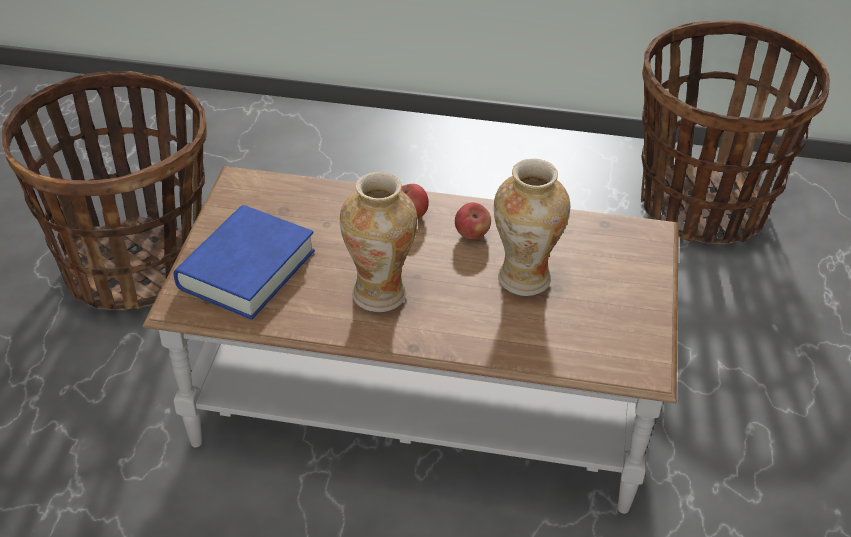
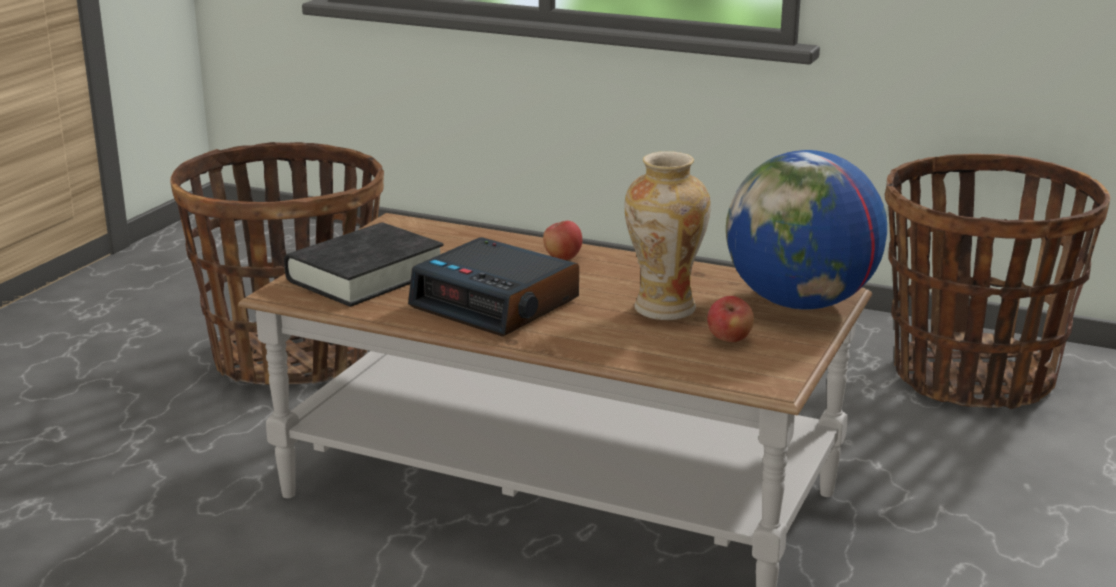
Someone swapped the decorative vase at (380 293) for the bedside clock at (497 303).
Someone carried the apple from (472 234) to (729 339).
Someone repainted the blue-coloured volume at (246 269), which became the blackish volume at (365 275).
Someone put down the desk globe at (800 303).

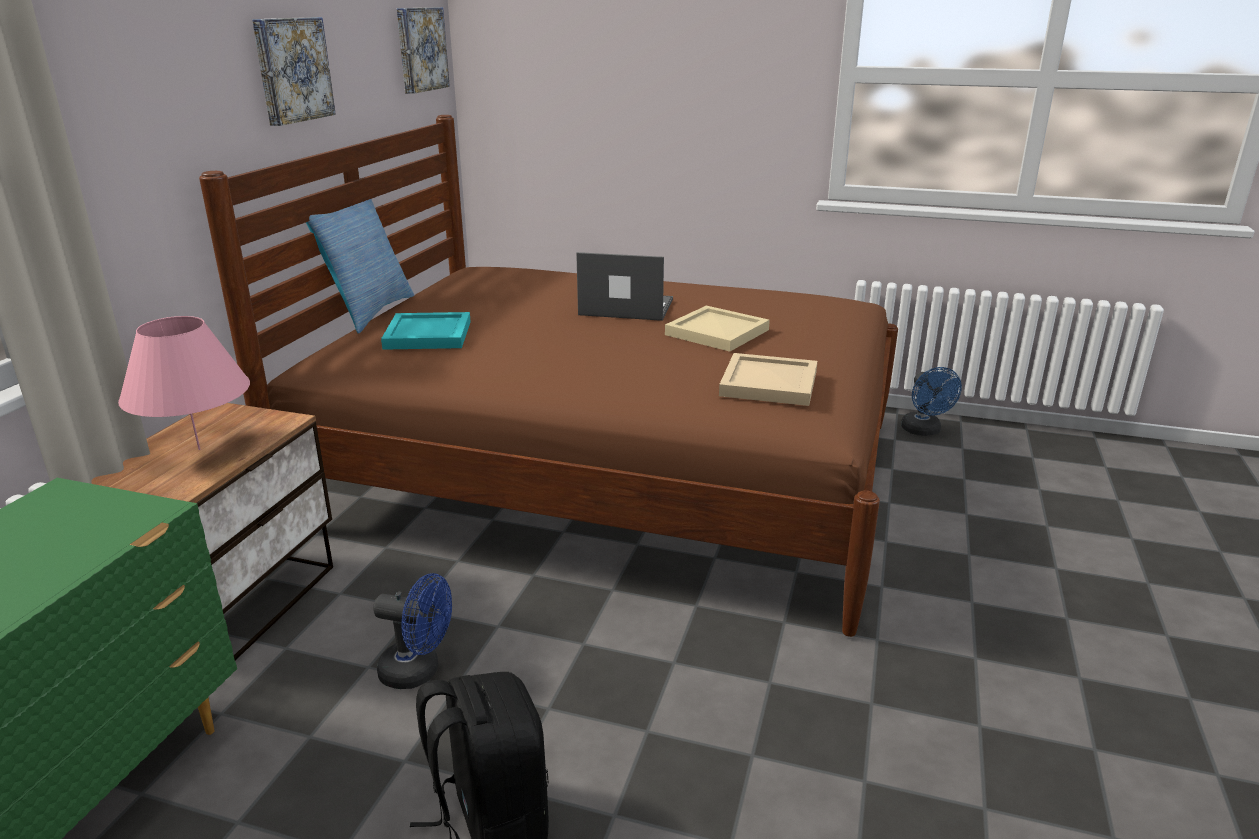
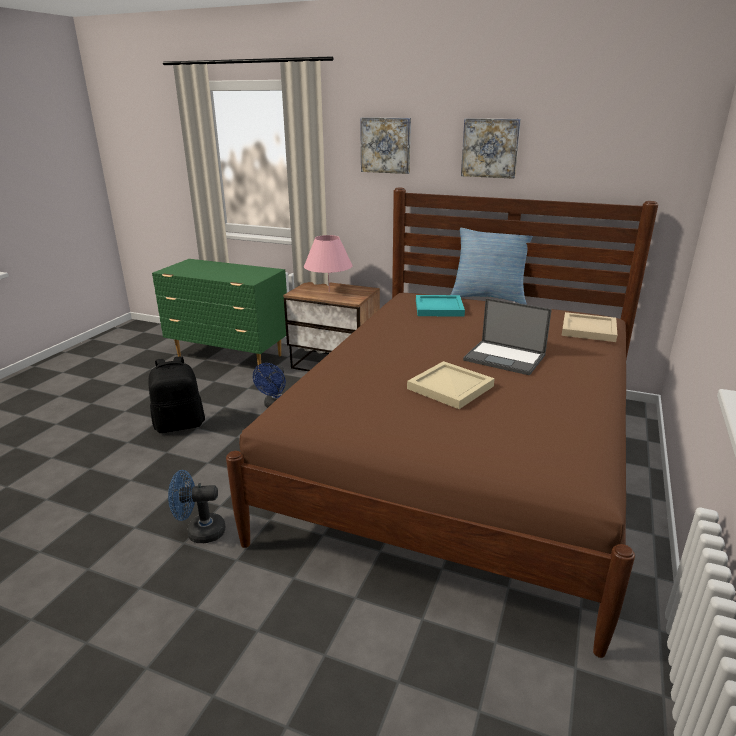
Someone carried the picture from (420 49) to (386 145).
Someone rotated the laptop at (625 307) by 105 degrees clockwise.
Someone carried the sand-coloured serving tray from (767 383) to (589 329).
Someone carried the blue-coloured fan from (924 431) to (200 532).

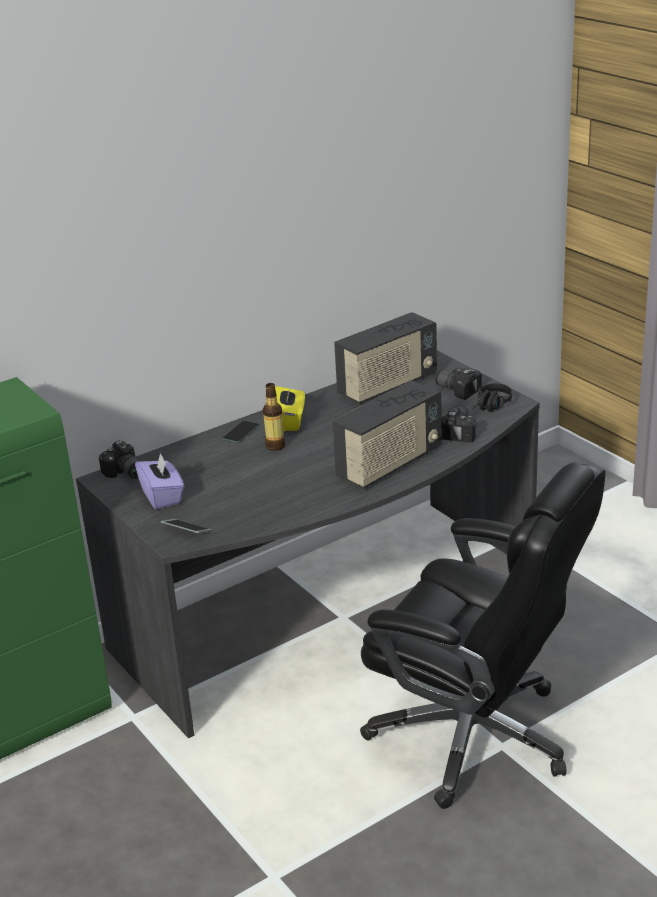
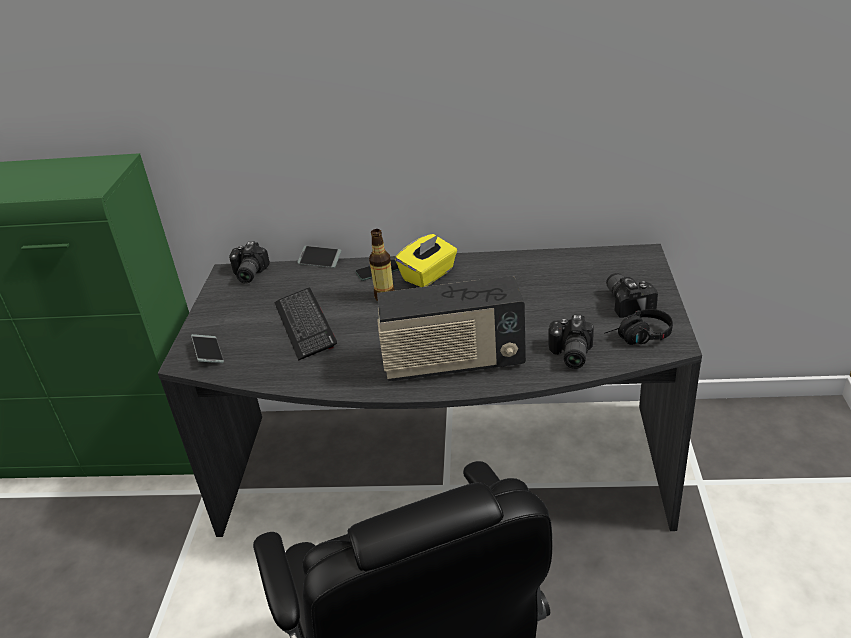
Someone took away the radio at (387 385).
Someone rotated the photo camera at (460 431) by 135 degrees clockwise.
Someone took away the purplish tissue holder at (162 496).
Someone put down the telephone at (320 261).
Someone put down the keyboard at (305 325).

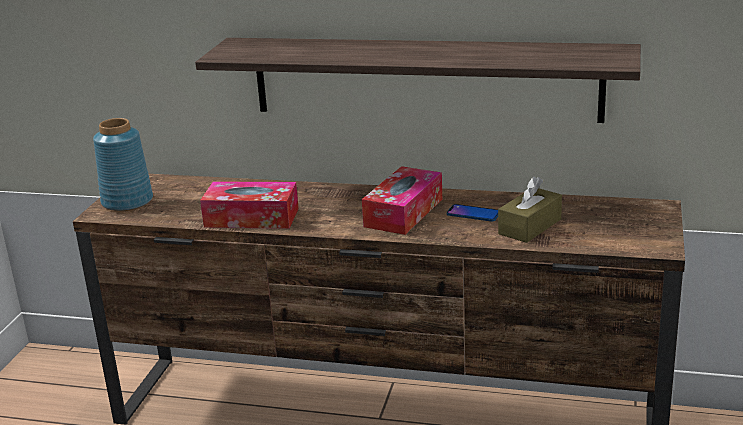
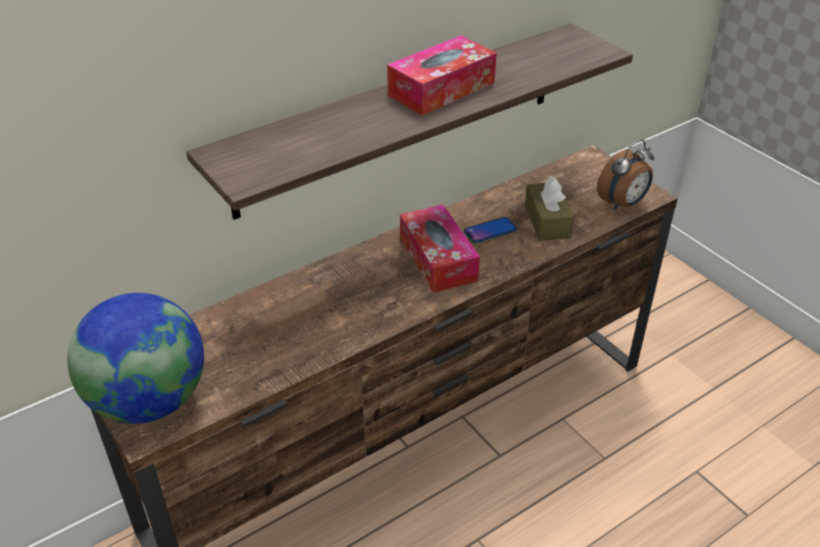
Someone swapped the blue-coloured decorative vase at (126 202) for the desk globe at (149 401).
Someone carried the tissue holder from (251 218) to (441 89).
Someone put down the bedside clock at (623 204).

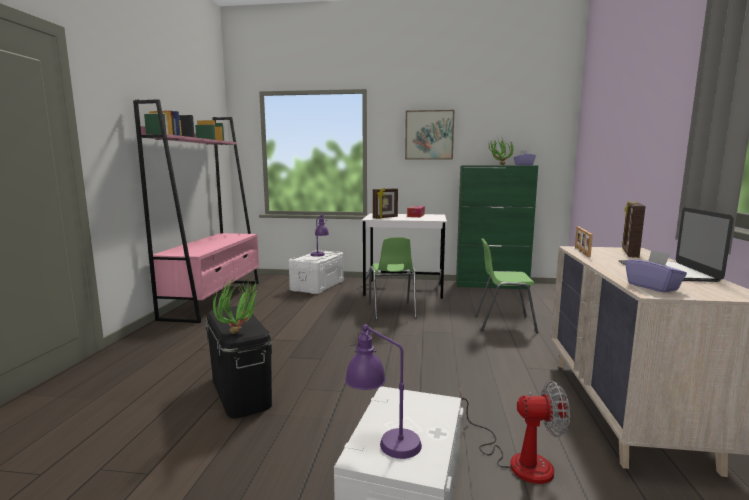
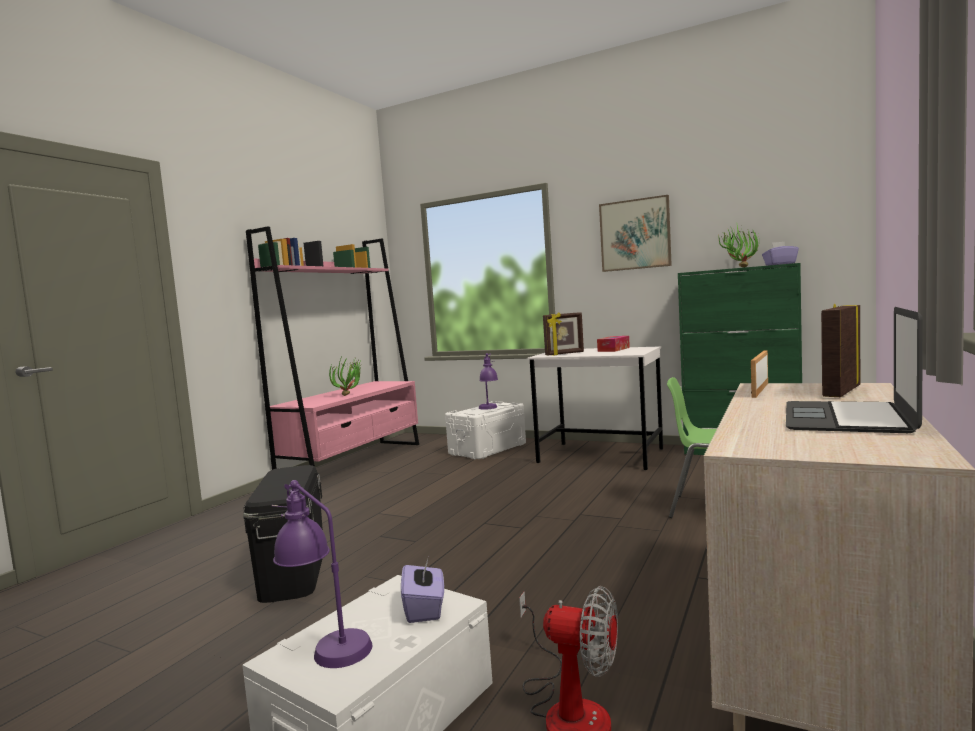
Someone took away the green chair at (392 311).
Someone carried the purplish tissue holder from (653 287) to (425 609).
Someone carried the houseplant from (241 332) to (350 395).

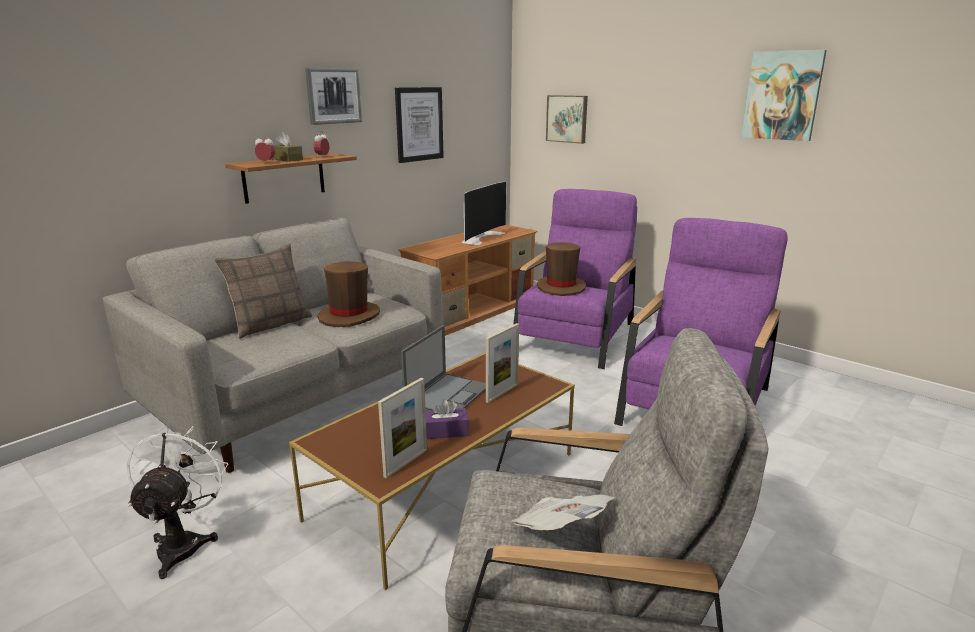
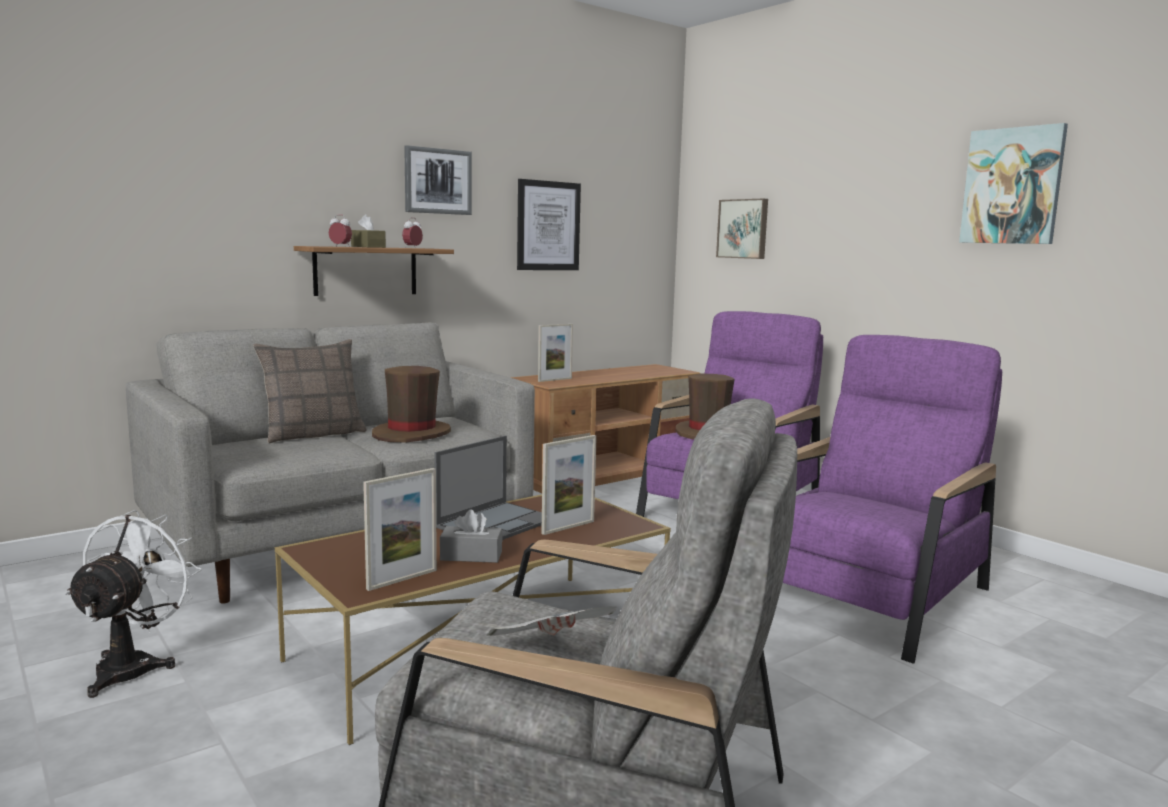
Someone took away the TV at (481 237).
Someone repainted the purplish tissue holder at (445 431), which became the grey tissue holder at (471 556).
Someone put down the photo frame at (555 380).

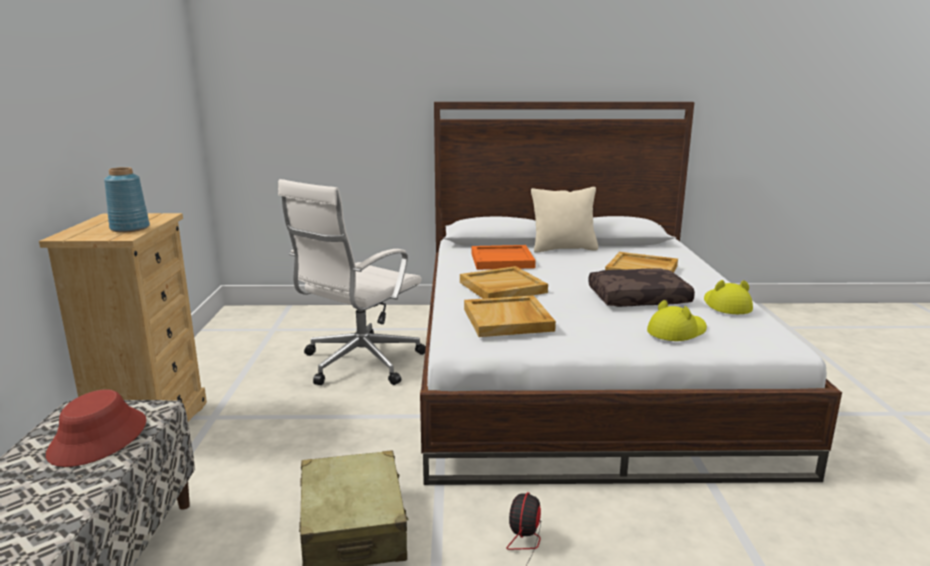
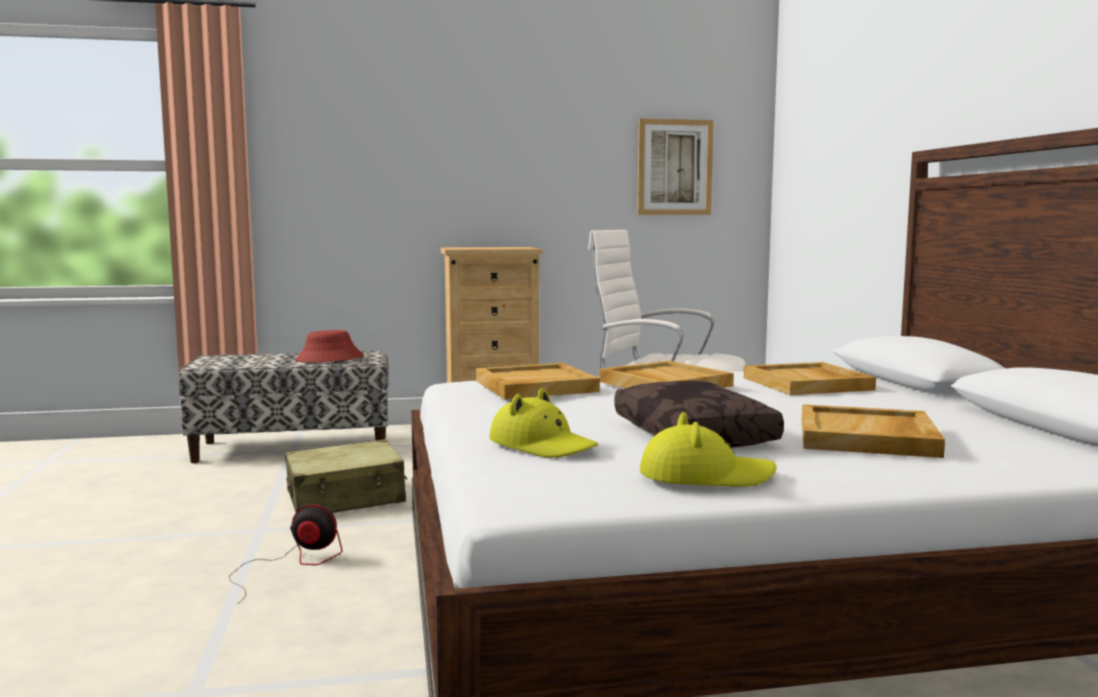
Someone took away the blue-coloured decorative vase at (129 228).
Someone took away the sand-coloured pillow at (563 249).
Someone repainted the orangey serving tray at (502 260), which became the sand-coloured serving tray at (808 384).
Someone put up the picture at (674 167).

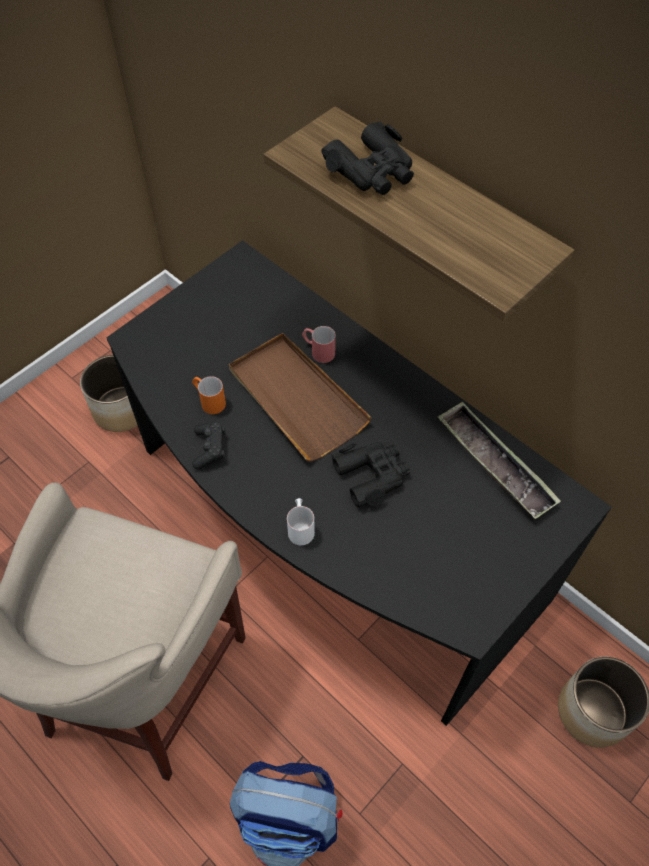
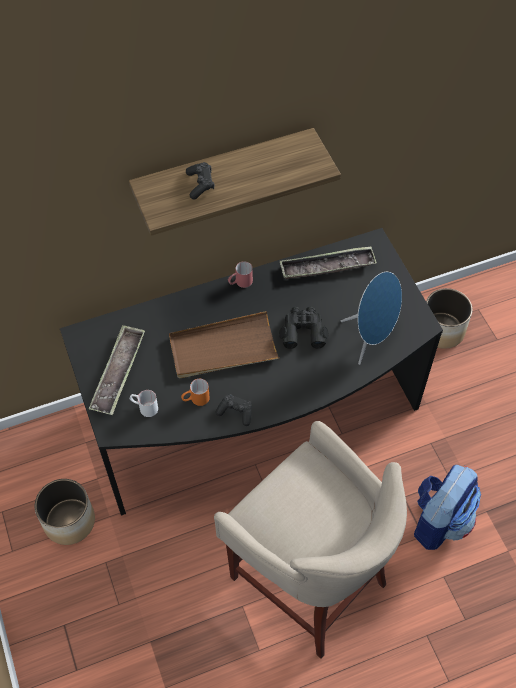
Someone swapped the blackish binoculars at (372 171) for the blackish game controller at (200 185).
Someone carried the red mug from (318 351) to (240 283).
Someone carried the white mug from (300 526) to (144 407).
Someone put down the blue-coloured audio speaker at (370 338).
Someone put down the serving tray at (118 373).

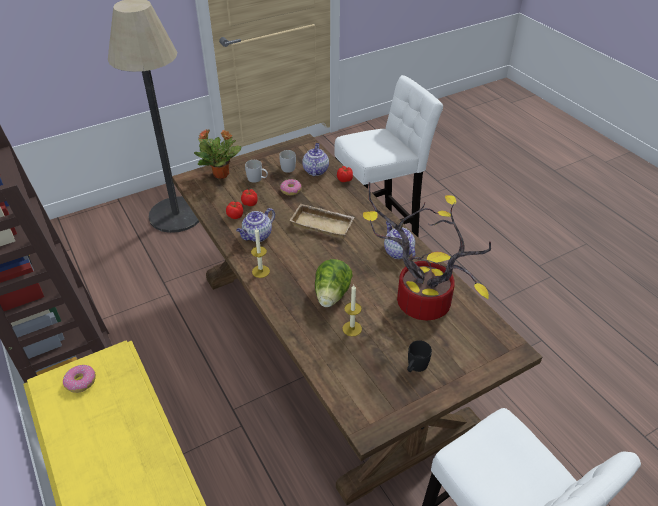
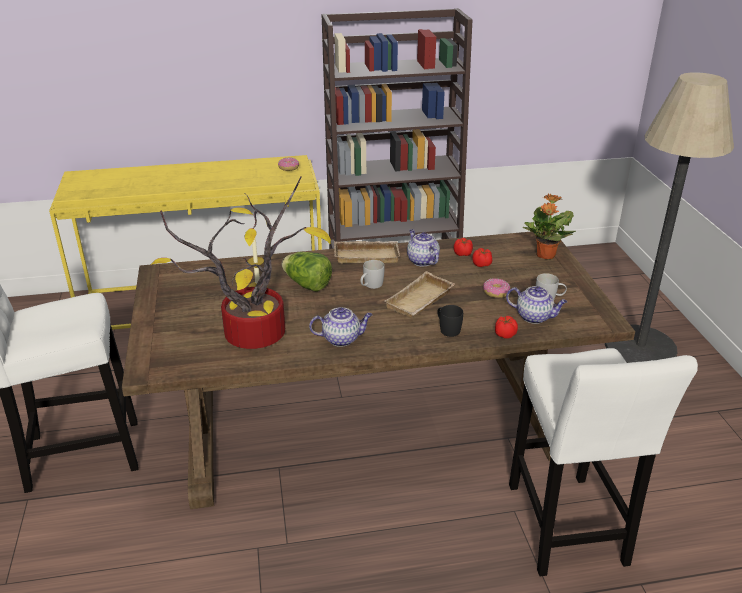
Someone carried the white mug from (257 179) to (371 286).
Someone swapped the candle at (260 271) for the sand-coloured serving tray at (367 255).
Someone carried the blackish mug from (415 367) to (447 329).

